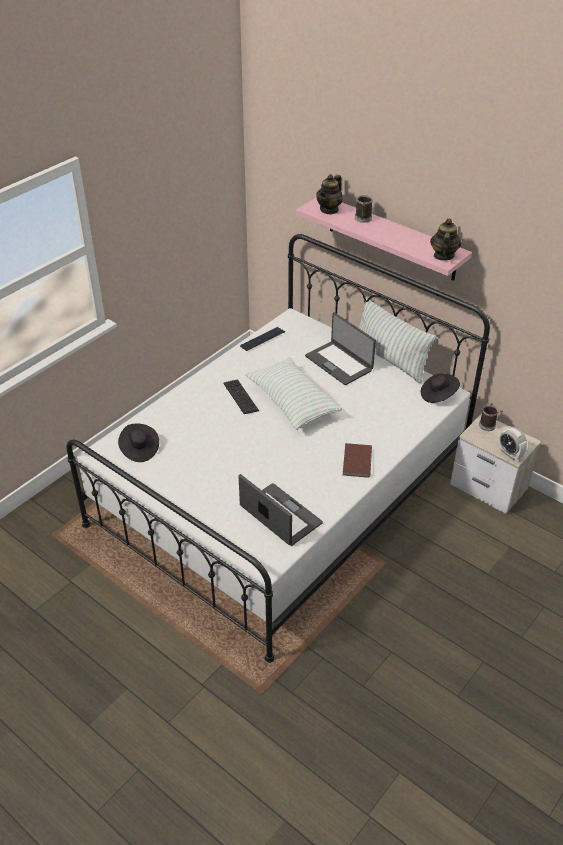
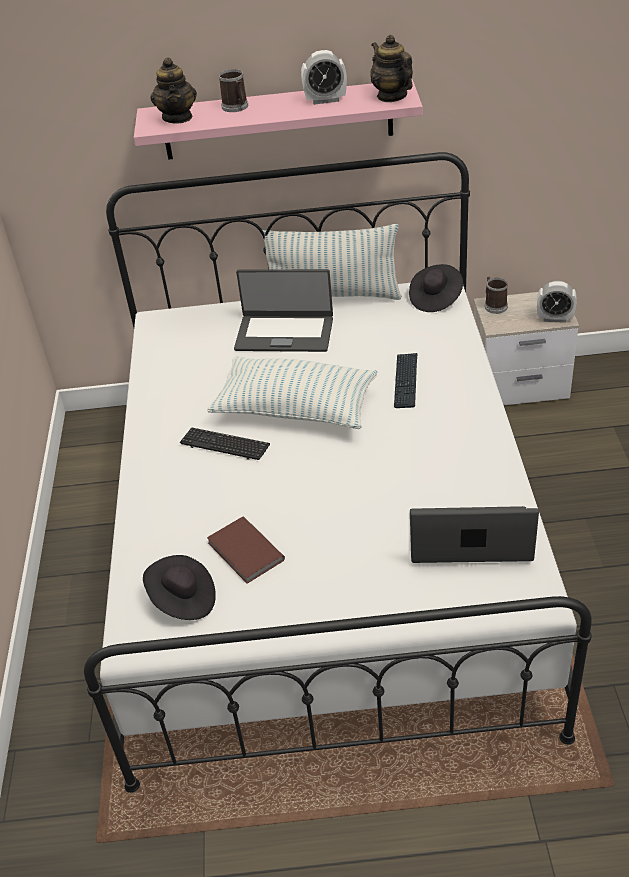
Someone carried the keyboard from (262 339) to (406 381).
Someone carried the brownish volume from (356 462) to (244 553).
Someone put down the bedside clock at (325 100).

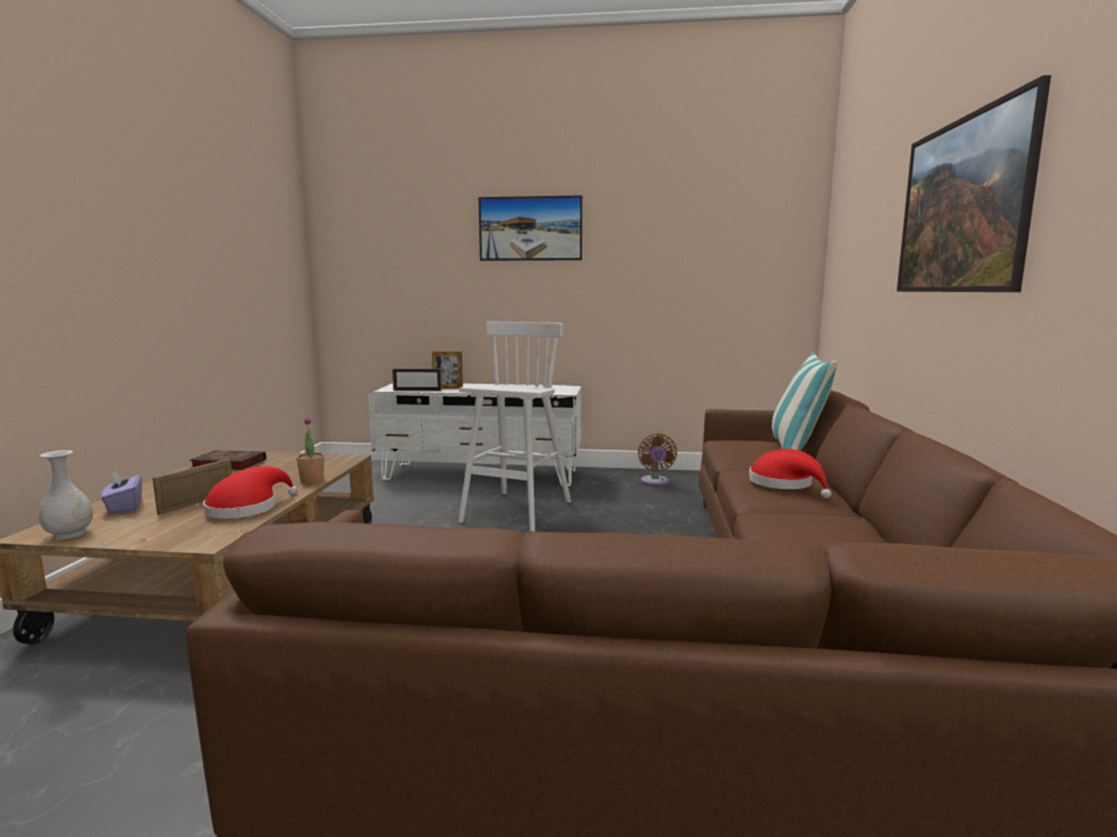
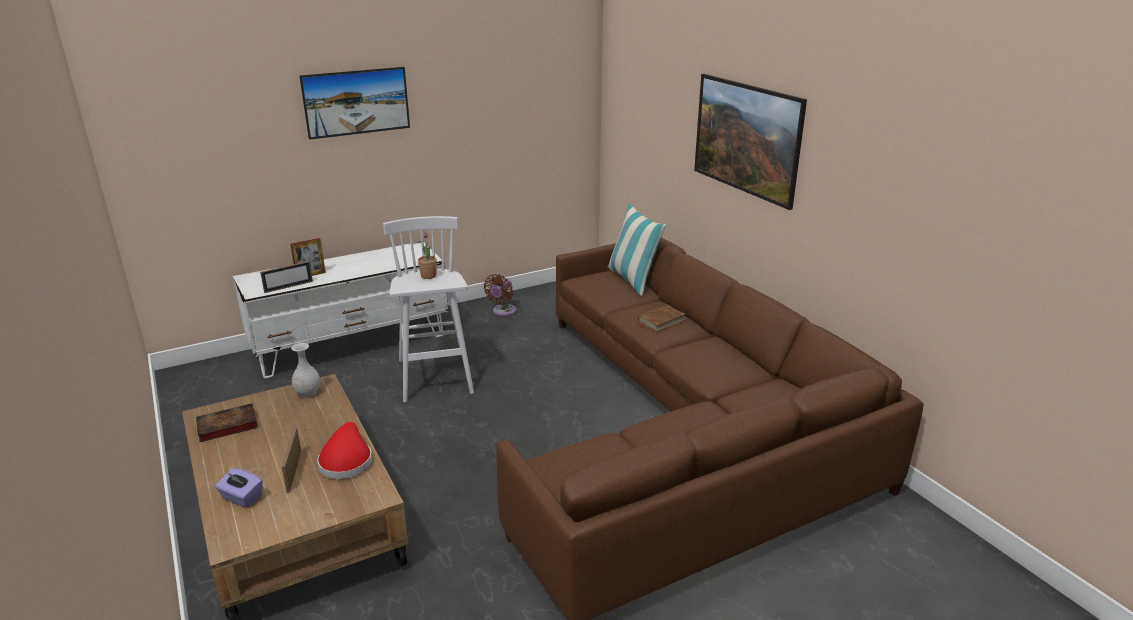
Someone carried the houseplant from (312 481) to (428 276).
Someone rotated the brownish fan at (655 482) by 60 degrees clockwise.
Someone swapped the red wearable hat at (784 484) for the brownish volume at (661 321).
Someone carried the white decorative vase from (70 534) to (308 393).

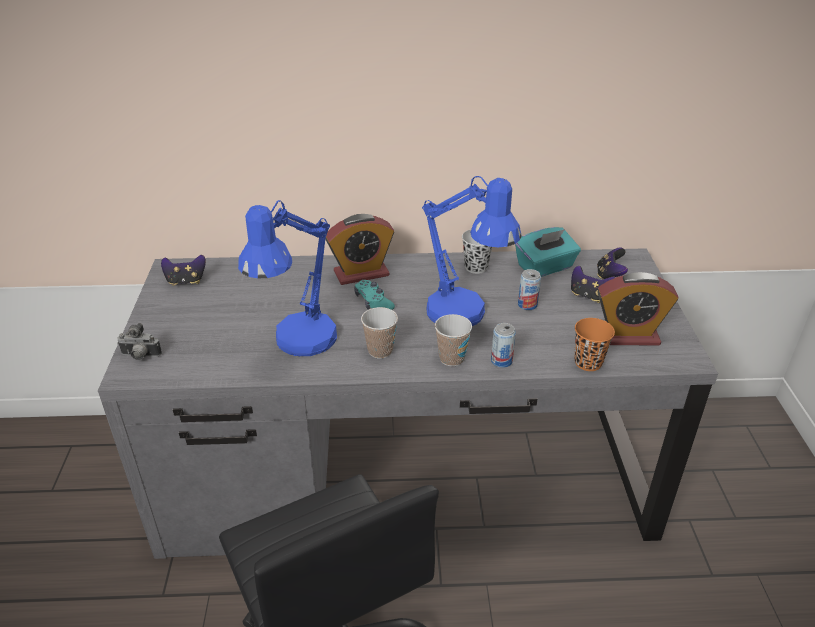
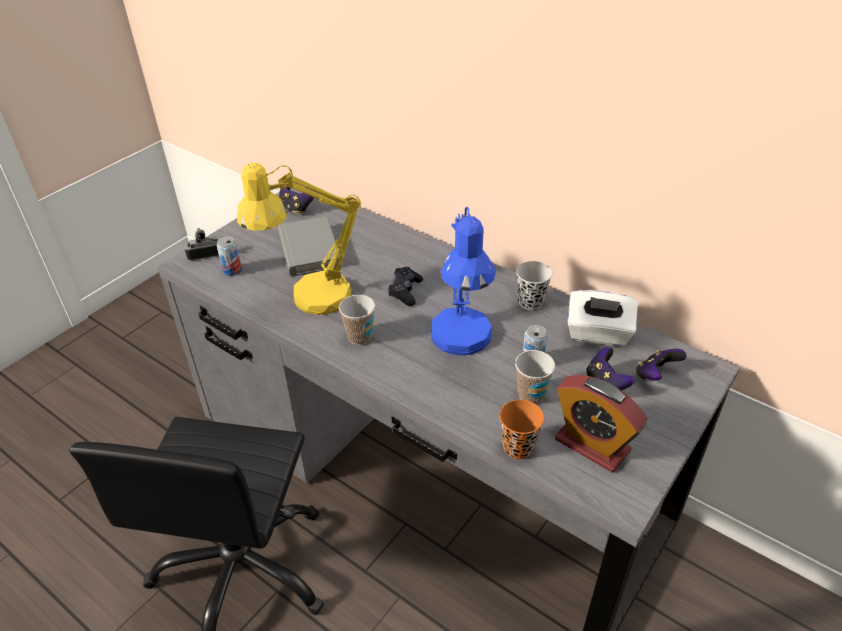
Someone repainted the blue-coloured tabletop lamp at (298 345), which became the yellowish tabletop lamp at (309 299).
Someone took away the bedside clock at (361 273).
Someone repainted the turquoise tissue holder at (545 267), which became the white tissue holder at (598 334).
Someone repainted the turquoise game controller at (373 302), which became the blackish game controller at (405 291).
Someone carried the cup from (451 358) to (531 395).
Someone rotated the photo camera at (140 356) by 120 degrees clockwise.
Someone carried the metal can from (501 361) to (232 270).
Someone put down the grey volume at (309 250).

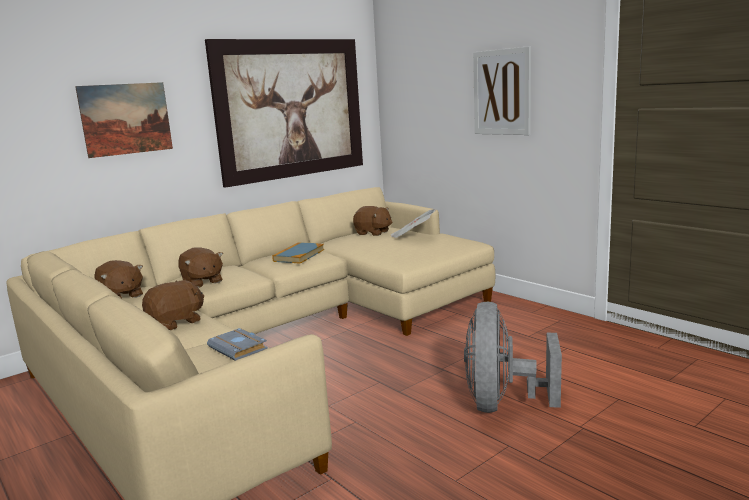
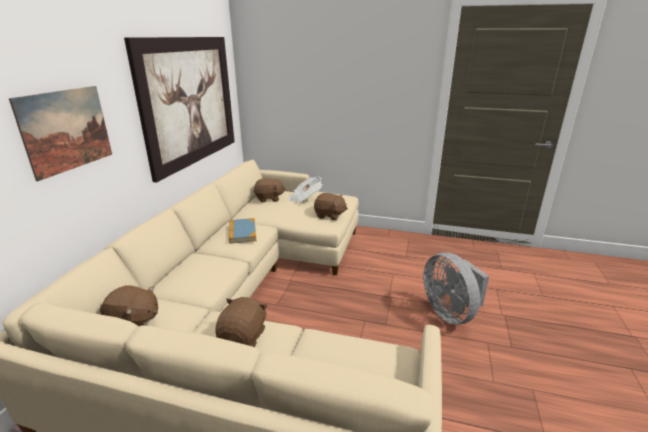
Someone took away the picture at (502 92).
Someone carried the brownish plush toy from (202 282) to (329 215).
Someone took away the grey volume at (240 348).

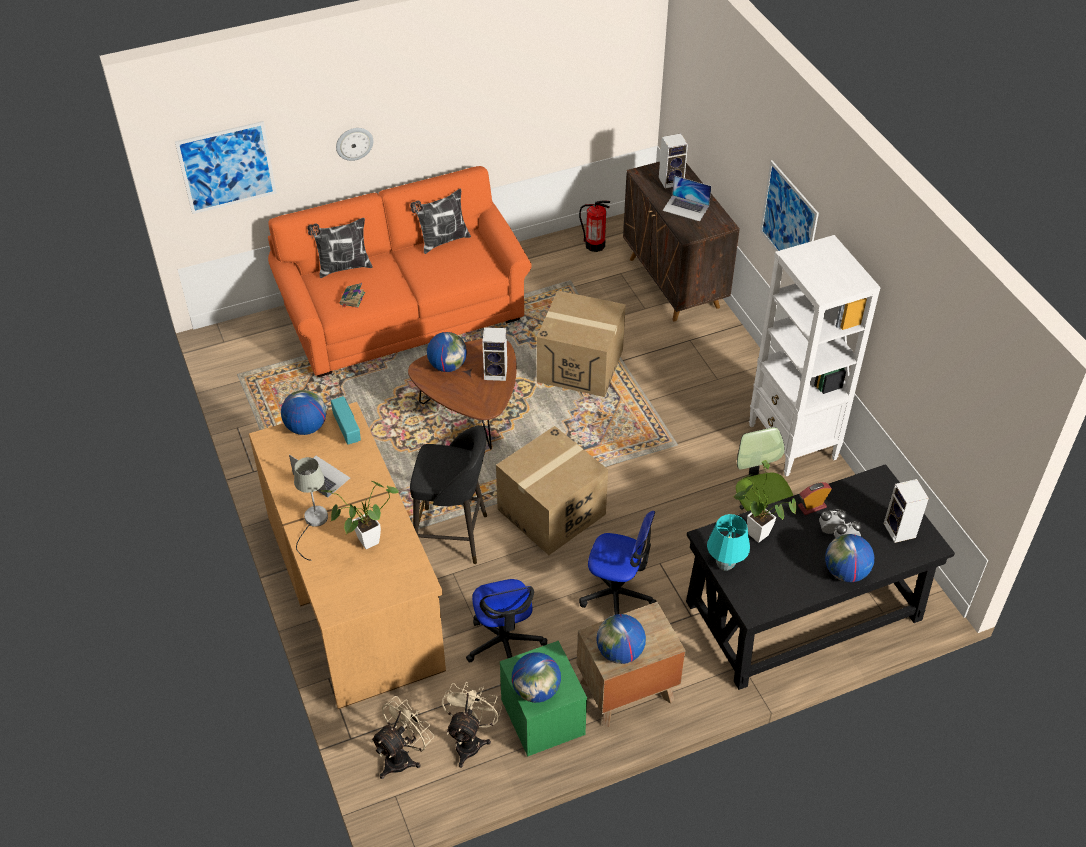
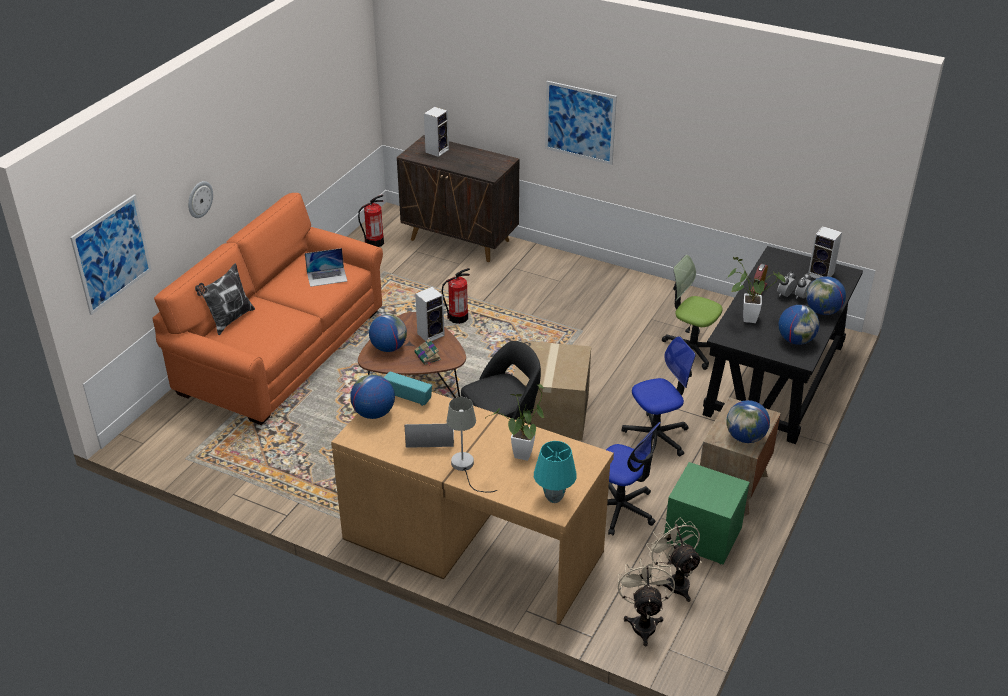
Someone carried the laptop from (686 208) to (327 277).
Someone took away the pillow at (442 241).
Someone took away the white bookcase at (792 442).
Someone carried the volume from (352 299) to (428 356).
Someone swapped the cardboard box at (580 366) for the fire extinguisher at (458 318).
Someone carried the turquoise tabletop lamp from (725 565) to (554 498).
Someone carried the desk globe from (536 690) to (796 340).

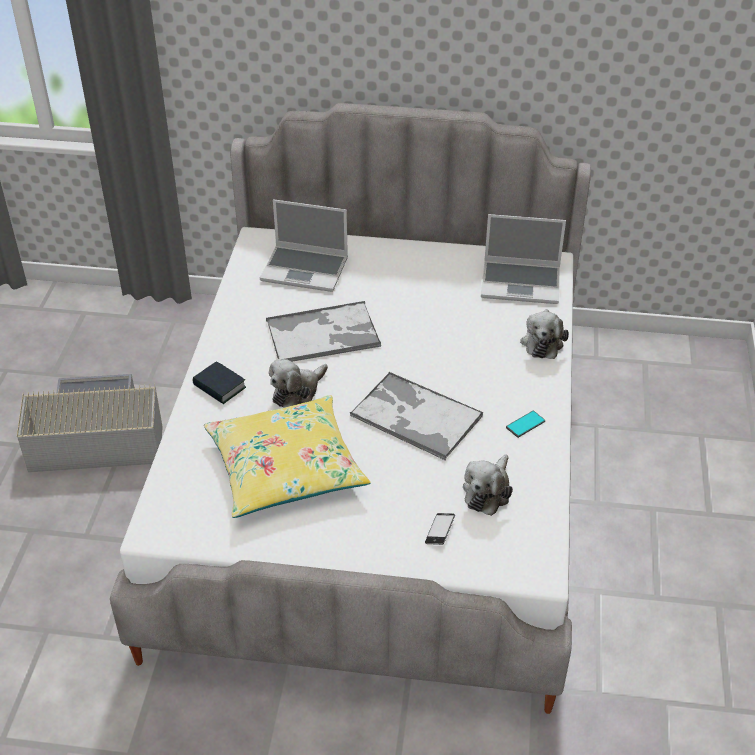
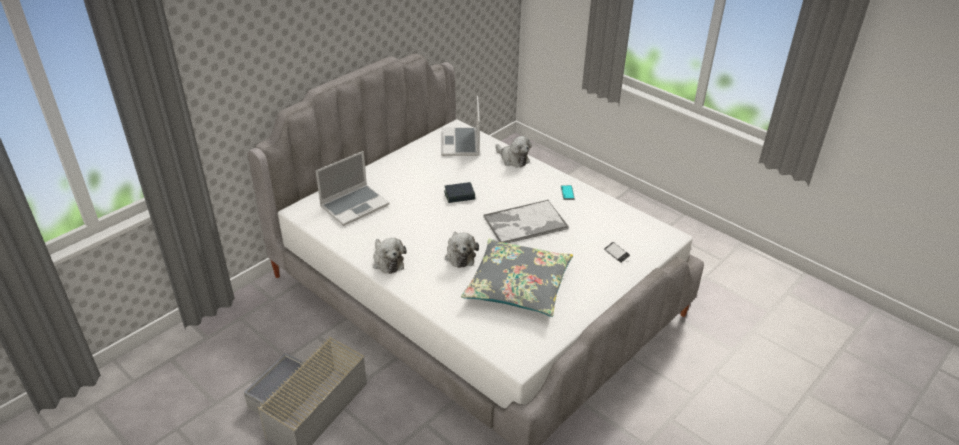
Someone rotated the laptop at (521 283) by 135 degrees clockwise.
Someone took away the serving tray at (324 333).
Someone carried the volume from (219 387) to (459 195).
Someone repainted the yellowish pillow at (286 468), which became the grey pillow at (518 286).
Someone carried the plush toy from (488 491) to (387 261).

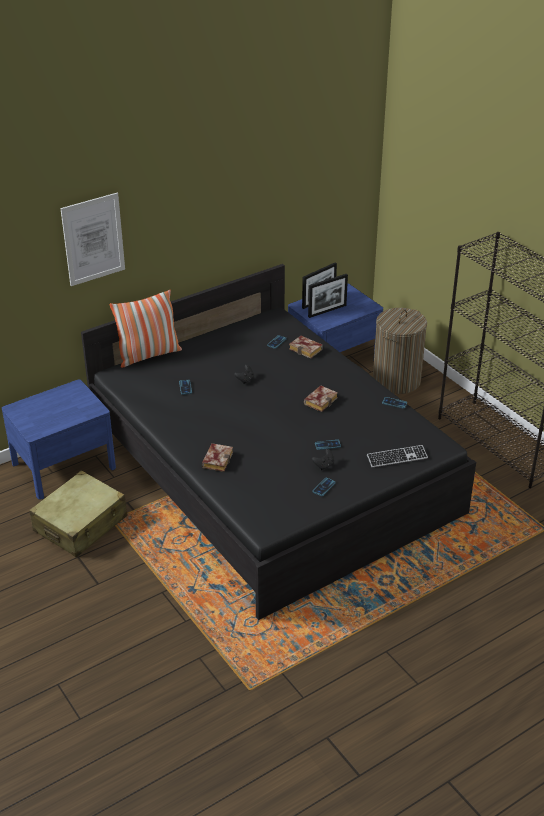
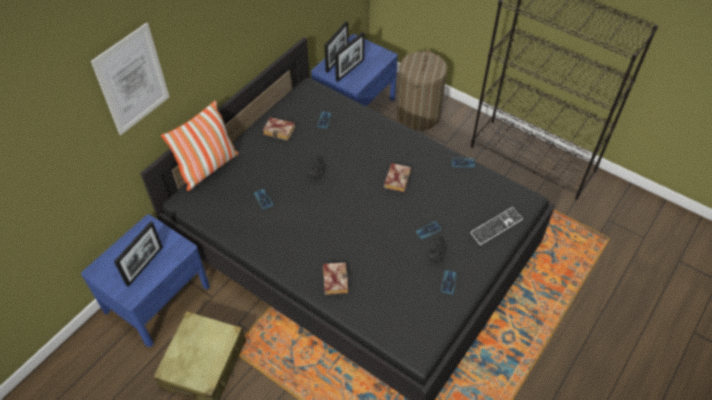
Someone carried the volume from (307 349) to (280 130).
Someone put down the photo frame at (144 266).

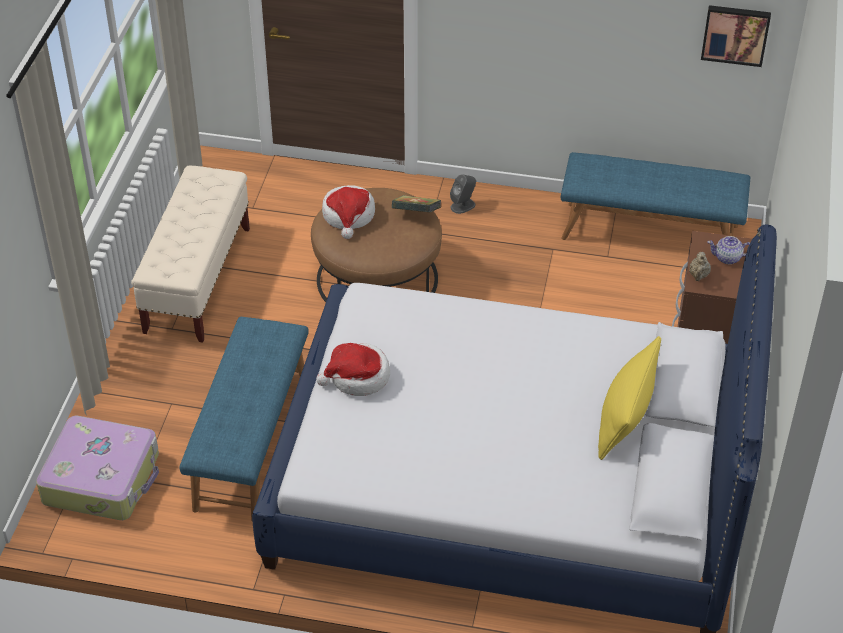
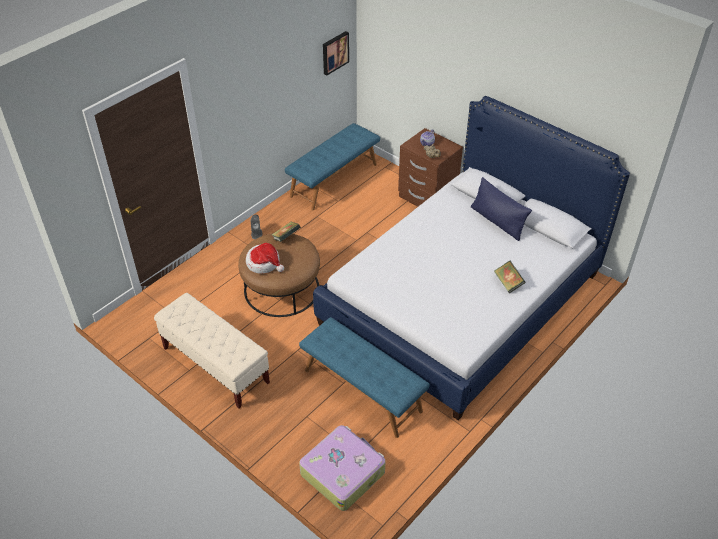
Someone repainted the yellowish pillow at (625 417), which became the blue-coloured pillow at (497 221).
Someone took away the wearable hat at (357 377).
Someone put down the volume at (508 283).

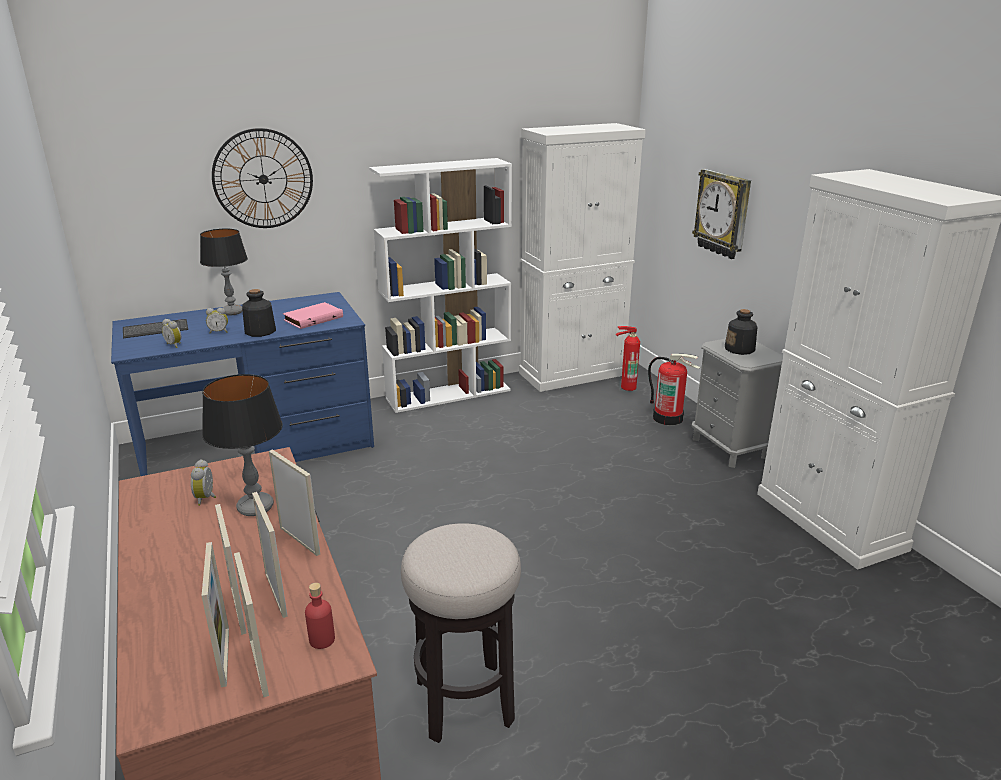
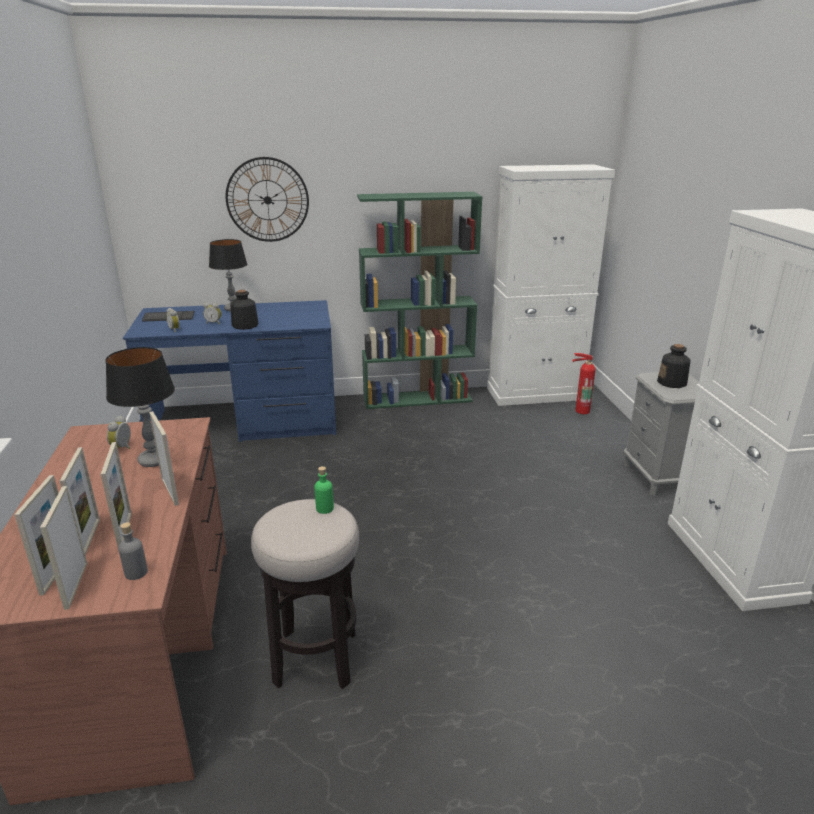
Someone repainted the white bookcase at (449 394), which became the green bookcase at (418 399).
Someone took away the wall clock at (723 214).
Someone took away the pinkish volume at (313 318).
Someone took away the fire extinguisher at (668 418).
Someone repainted the red beverage bottle at (322 639), which became the grey beverage bottle at (136 573).
Someone put down the green beverage bottle at (324 508).

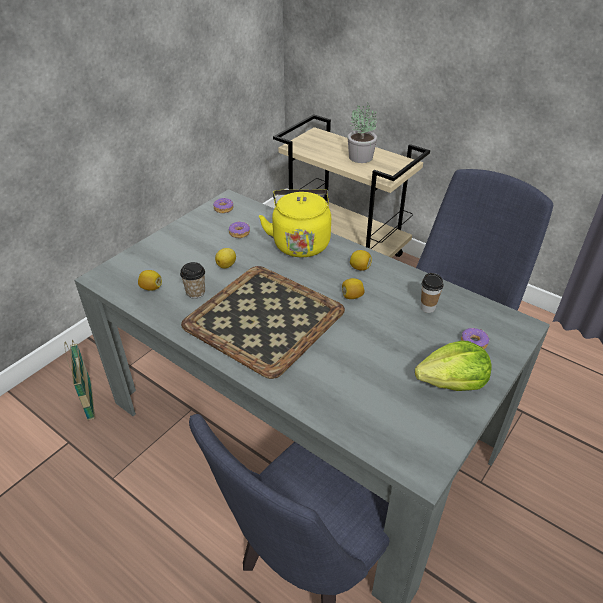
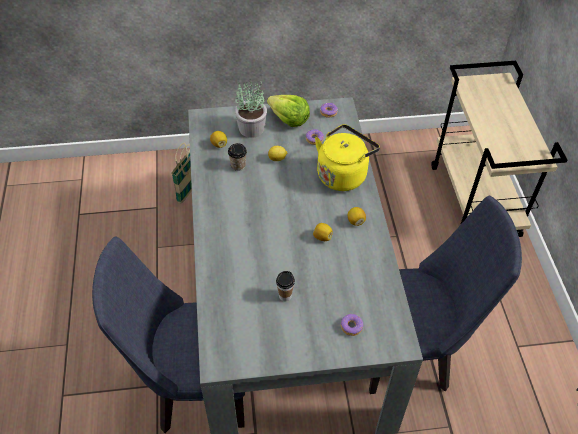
Someone carried the houseplant from (360 157) to (251 128).
Someone took away the serving tray at (264 317).
Someone carried the cup from (427 308) to (285 296).
Someone carried the lettuce head from (452 382) to (289 119).

